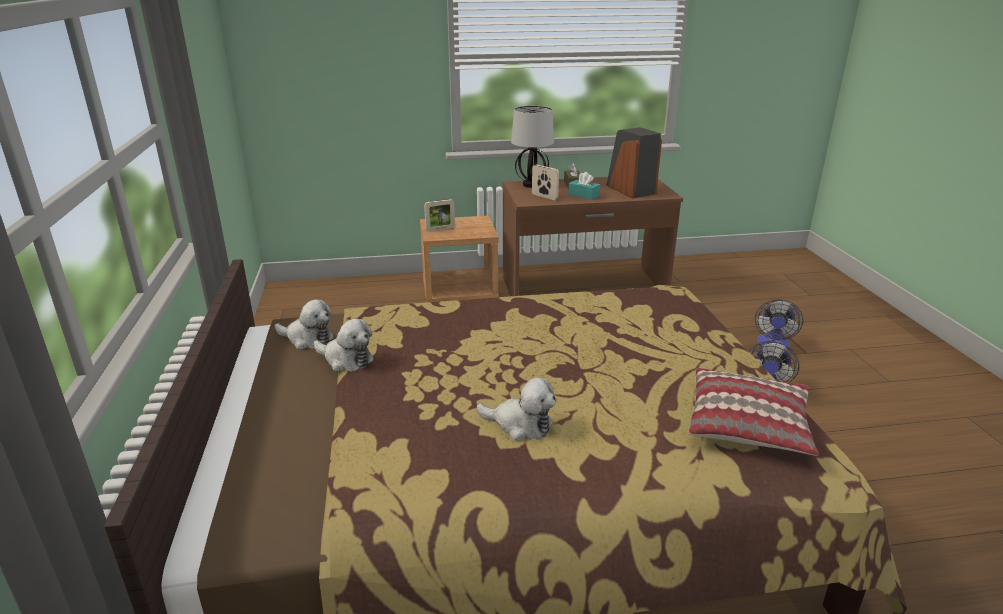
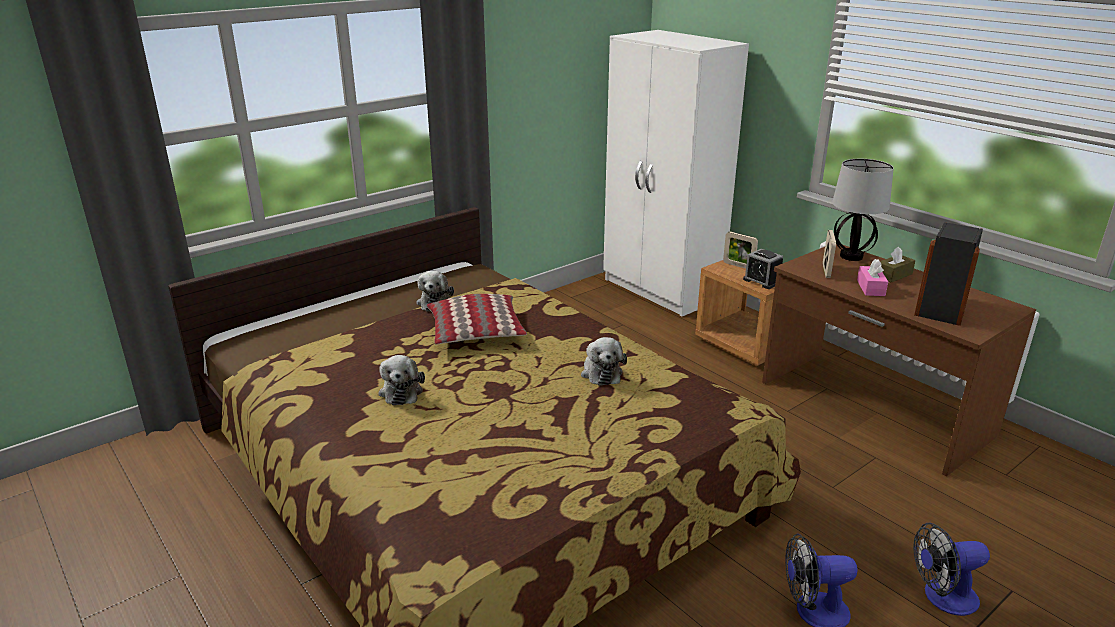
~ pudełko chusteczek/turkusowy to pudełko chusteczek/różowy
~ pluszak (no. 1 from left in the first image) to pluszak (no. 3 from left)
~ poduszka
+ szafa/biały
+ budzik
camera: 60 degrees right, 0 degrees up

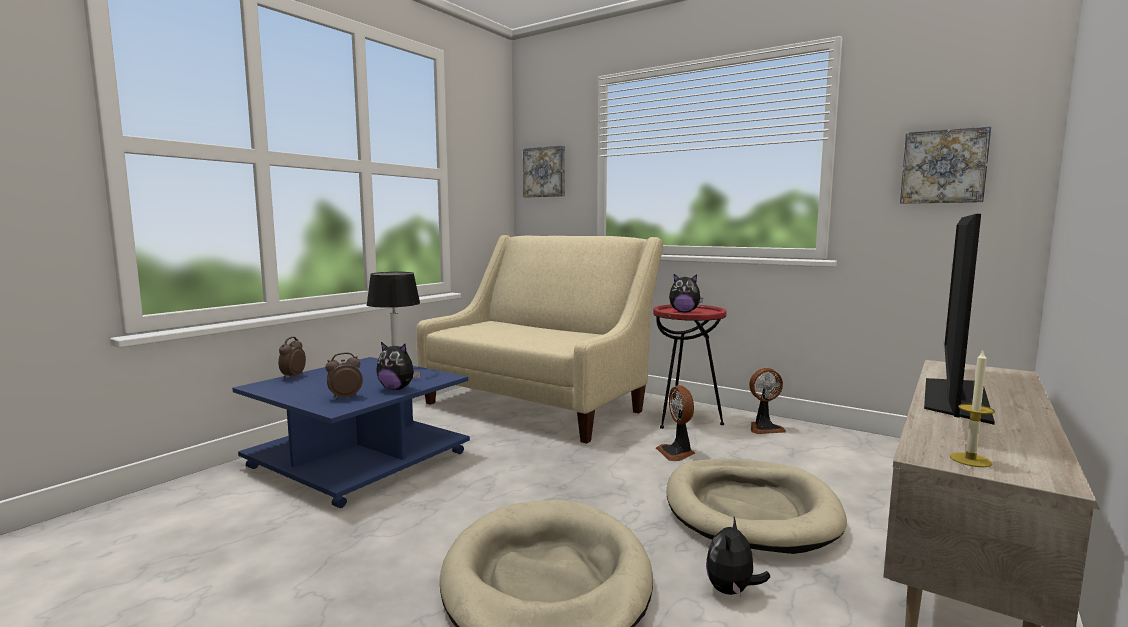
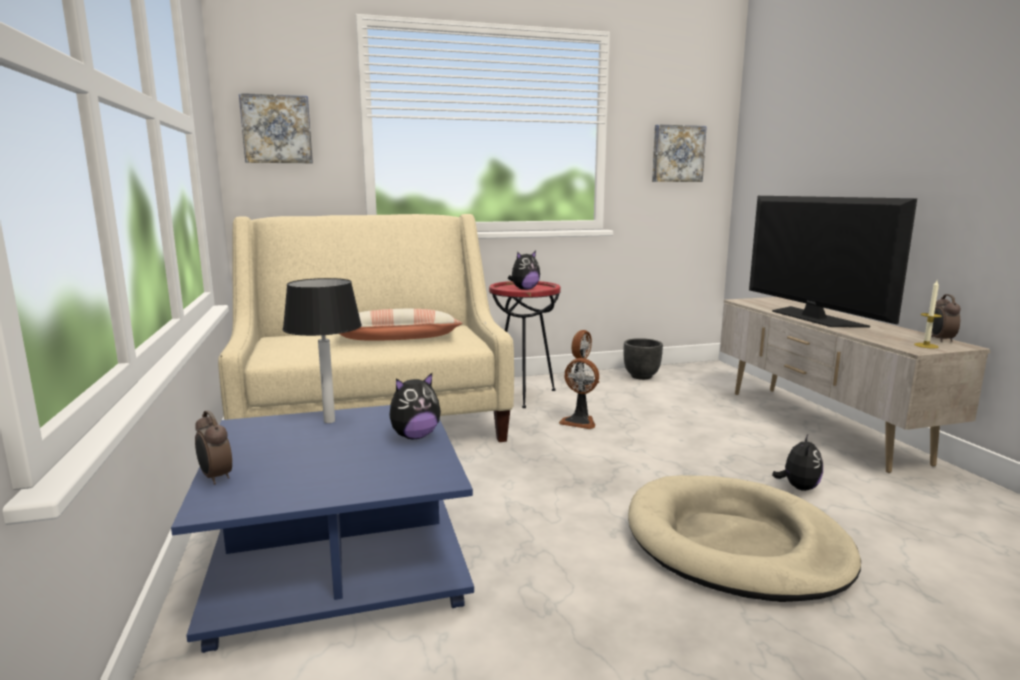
~ budzik (no. 2 from left)
- legowisko/beżowy (no. 2 from left)
~ pluszak (no. 3 from left) 135 degrees counterclockwise
+ poduszka
+ donica/czarny
camera: 50 degrees left, 5 degrees up

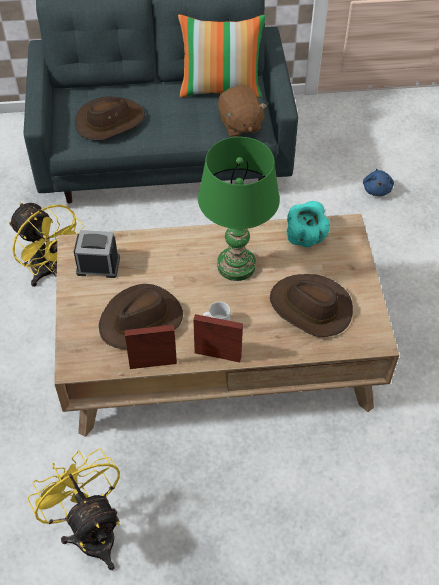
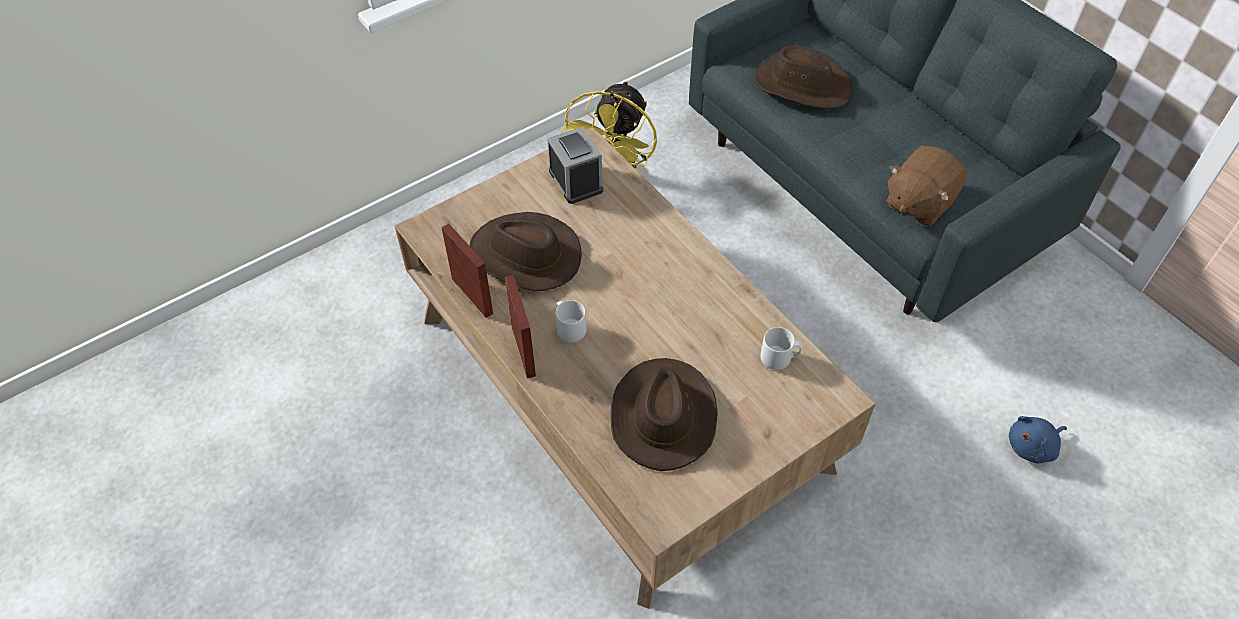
- poduszka
- lampa stołowa/zielony
~ miska/turkusowy to kubek/szary (no. 2 from left)
- wentylator/żółty (no. 2 from left)
camera: 60 degrees right, 0 degrees up

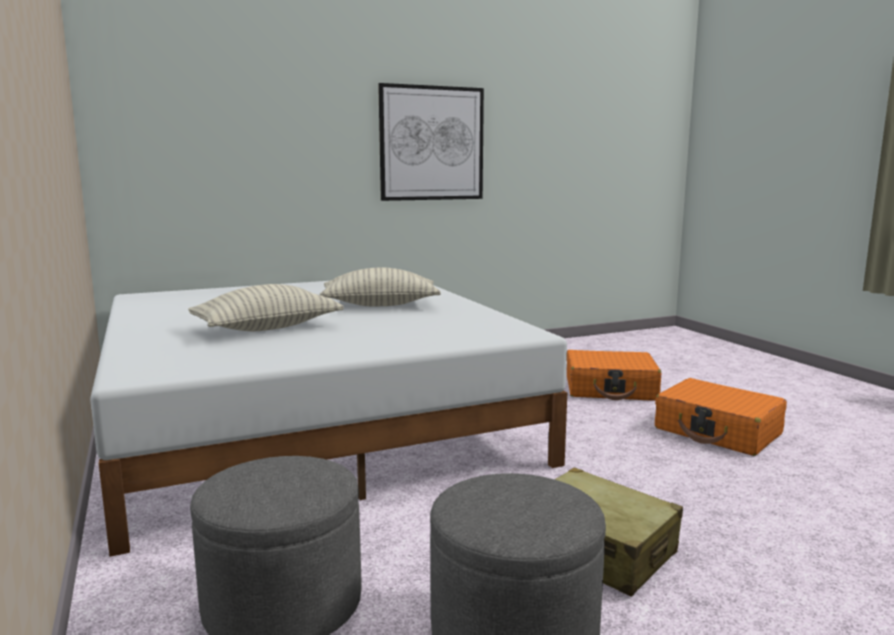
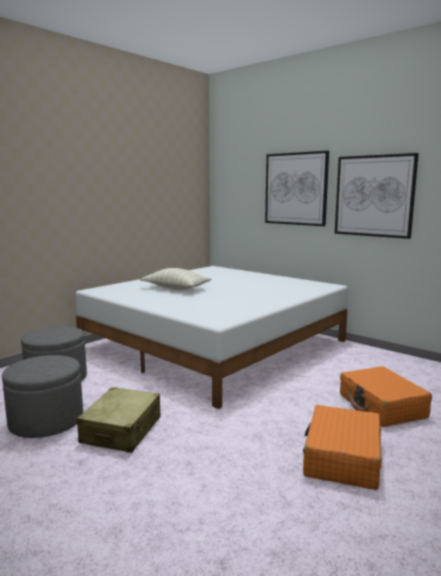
- poduszka (no. 2 from left)
+ obraz (no. 1 from left)
camera: 65 degrees right, 0 degrees up

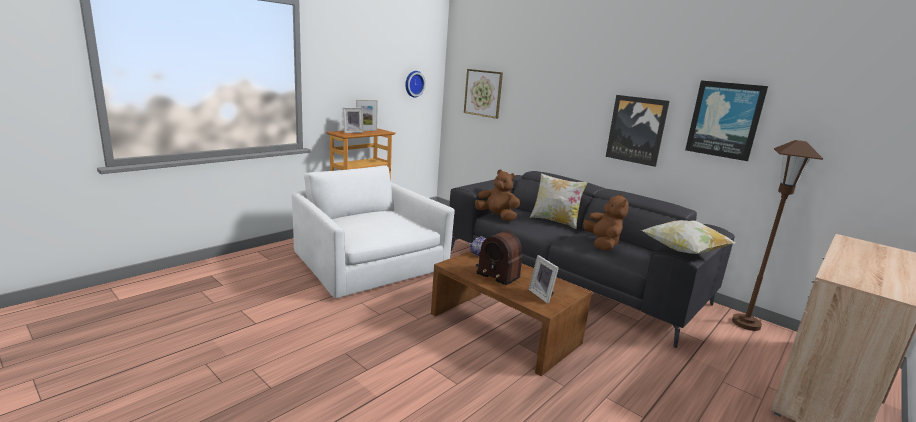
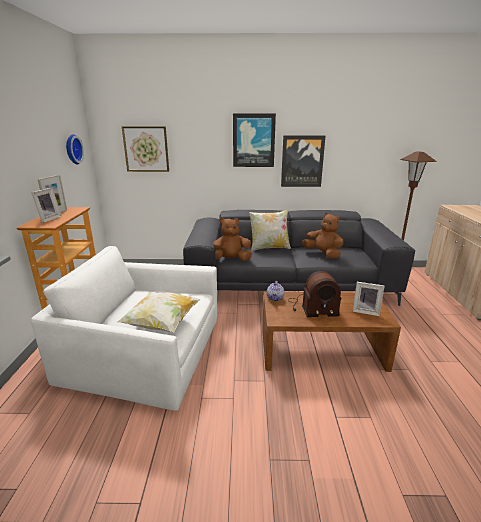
~ obraz (no. 3 from left in the first image) to obraz (no. 2 from left)
~ poduszka (no. 2 from left in the first image) to poduszka (no. 1 from left)
camera: 40 degrees left, 5 degrees up

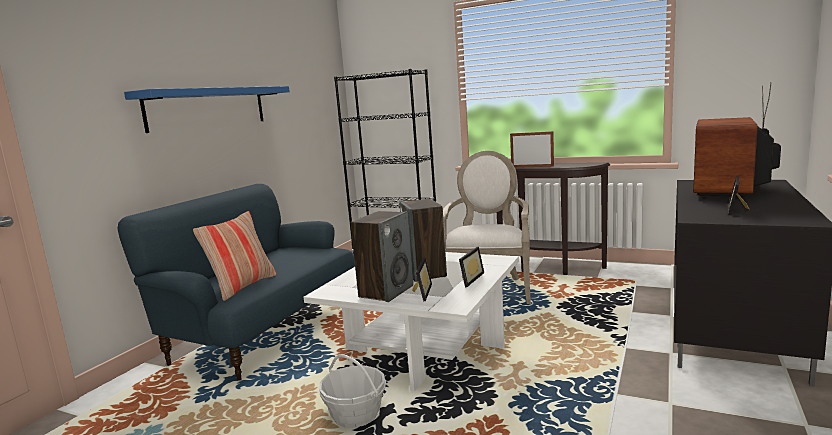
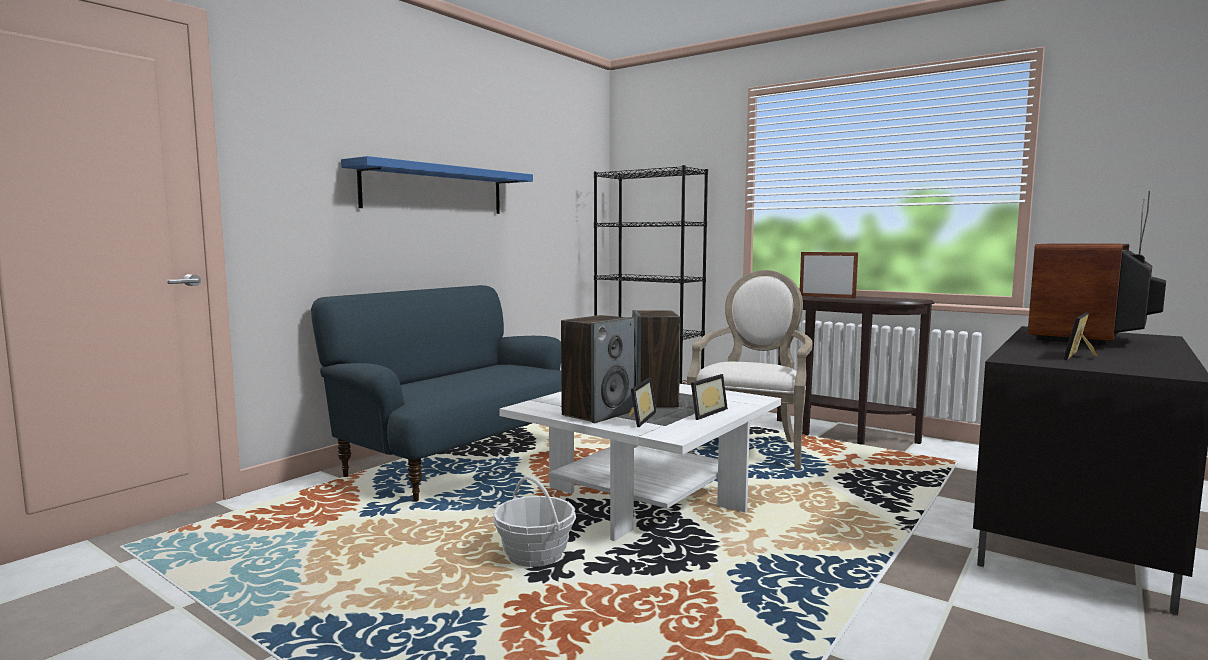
- poduszka
camera: 10 degrees right, 5 degrees down

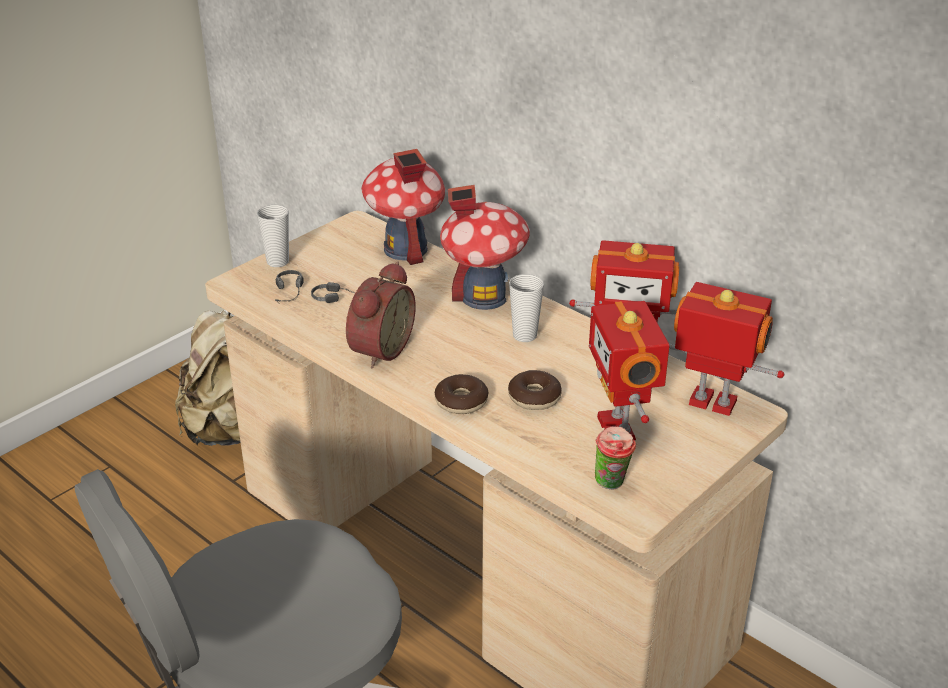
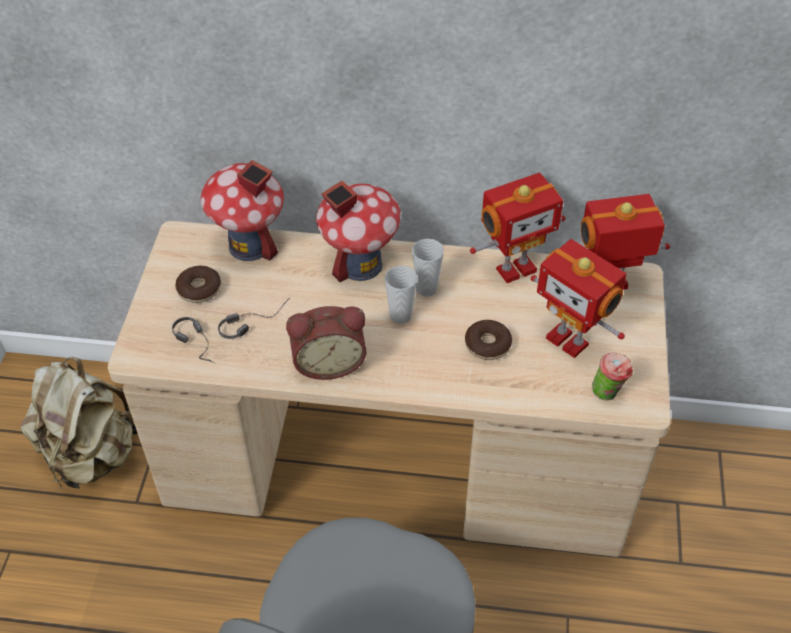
~ filiżanka (no. 1 from left)
~ budzik 90 degrees clockwise
~ donut (no. 1 from left)
camera: 35 degrees left, 15 degrees up

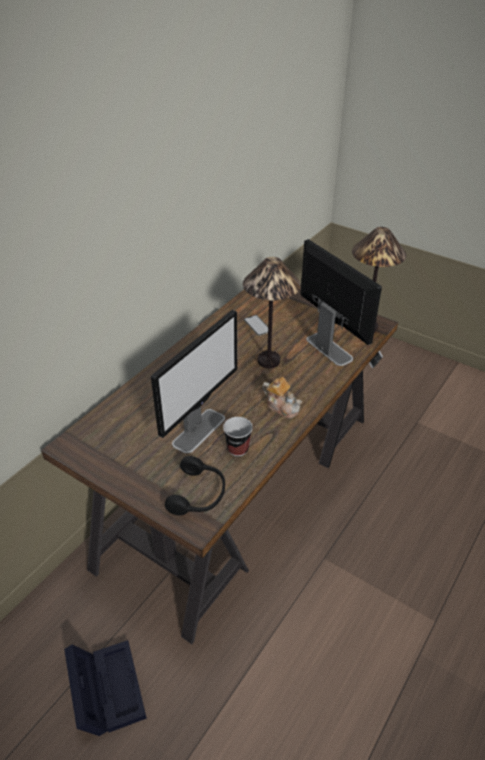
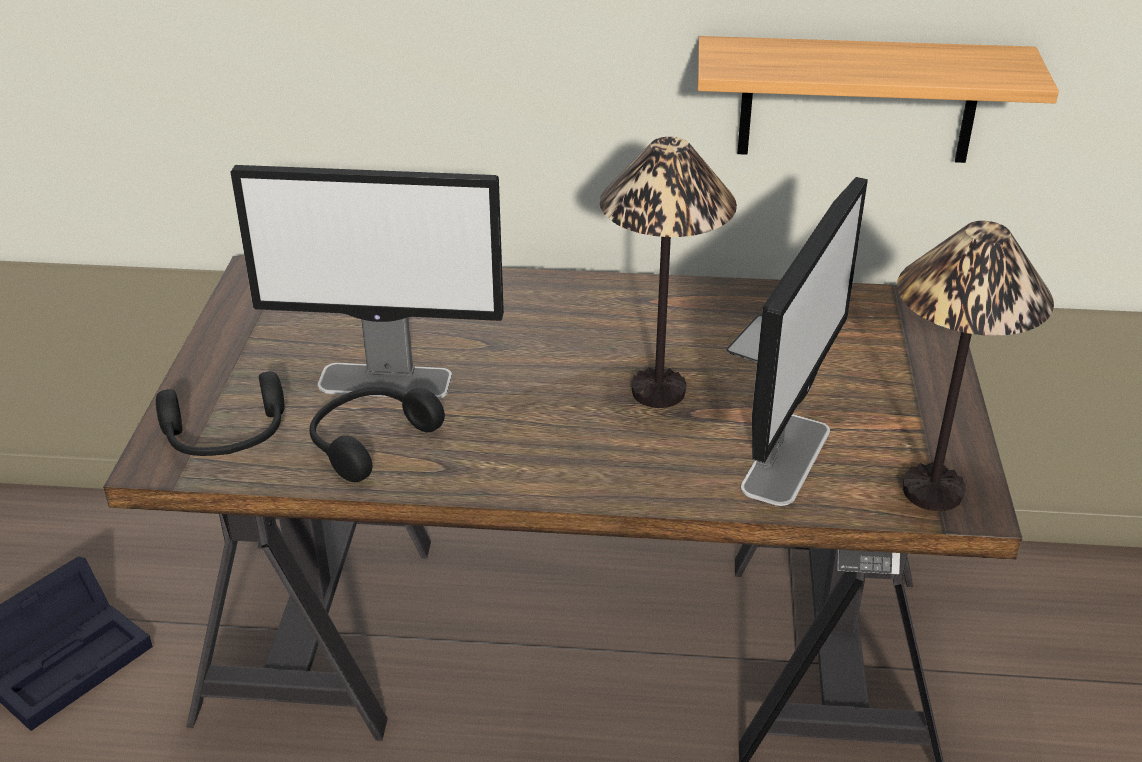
- imbryk
~ filiżanka to słuchawki/czarny (no. 2 from left)
+ półka
camera: 60 degrees right, 5 degrees down

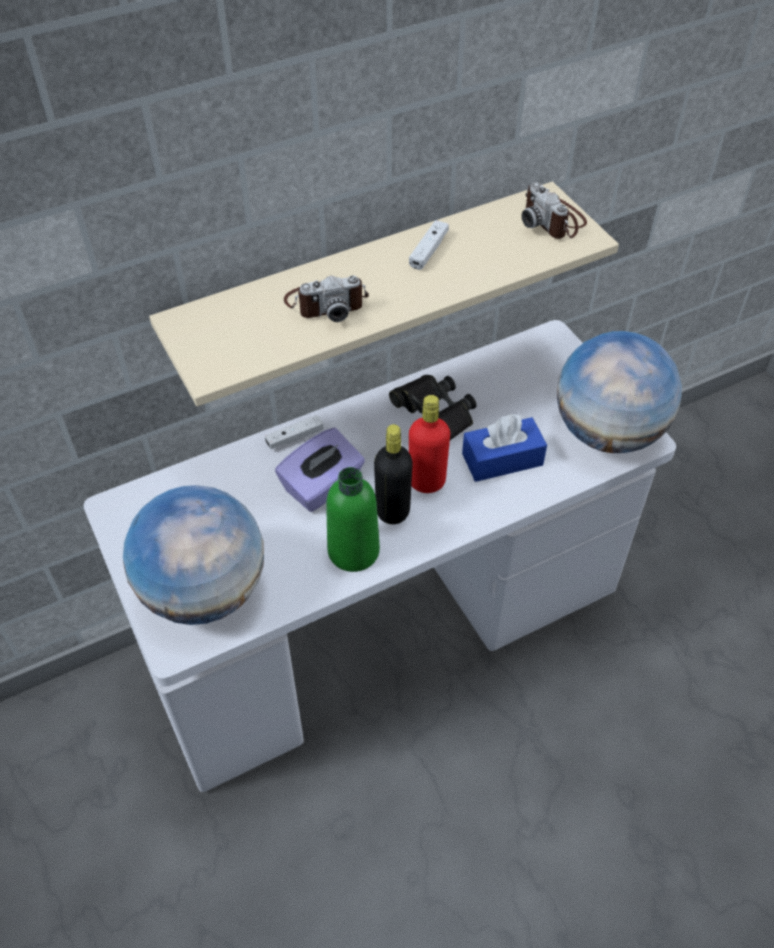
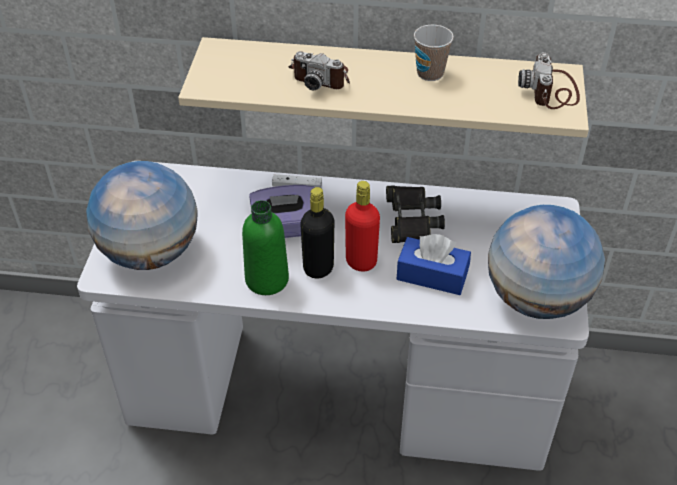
~ pad do gier/biały (no. 2 from left) to filiżanka
camera: 35 degrees right, 5 degrees down

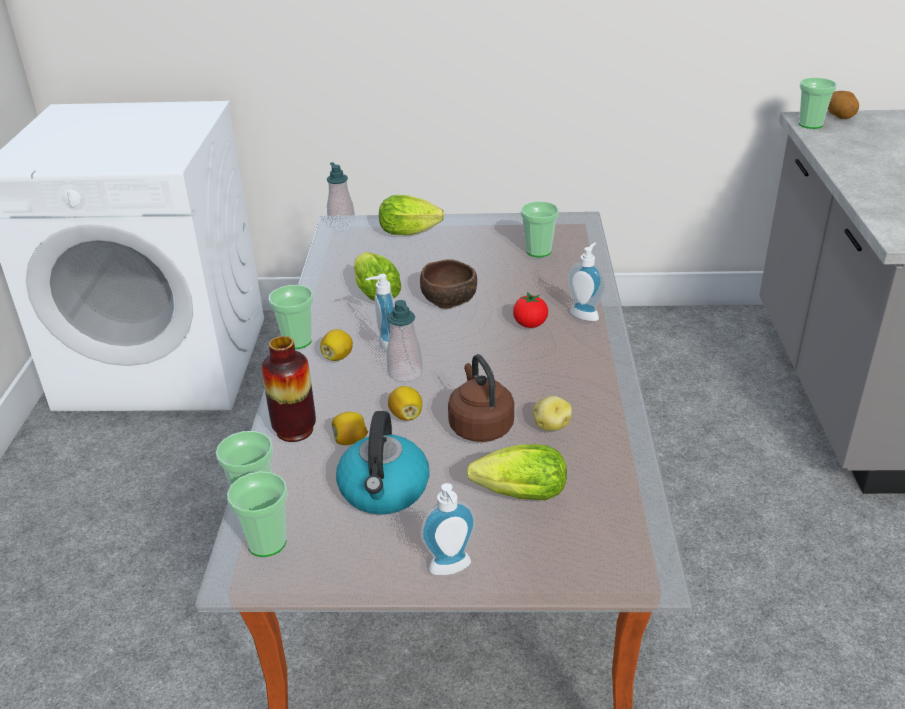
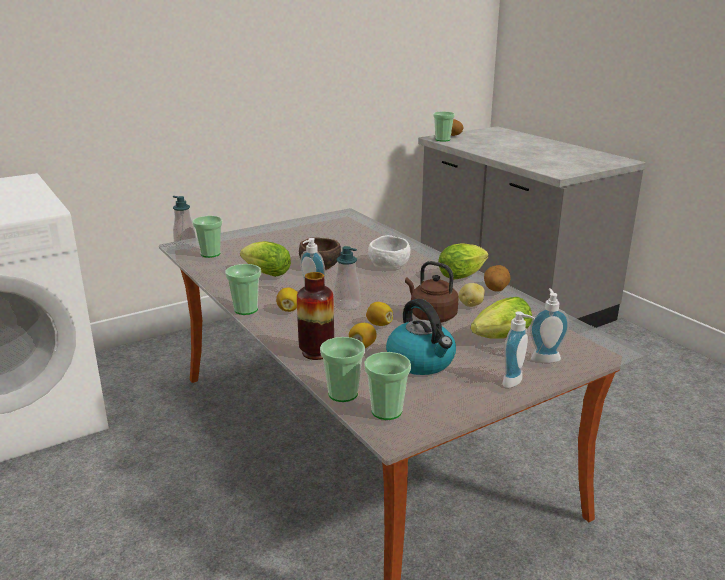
~ sałata (no. 2 from left)
~ filiżanka (no. 4 from left in the first image) to filiżanka (no. 1 from left)
~ dozownik mydła (no. 5 from left)
~ pomidor to miska/biały
+ ziemniak (no. 3 from left)
camera: 35 degrees left, 10 degrees down

